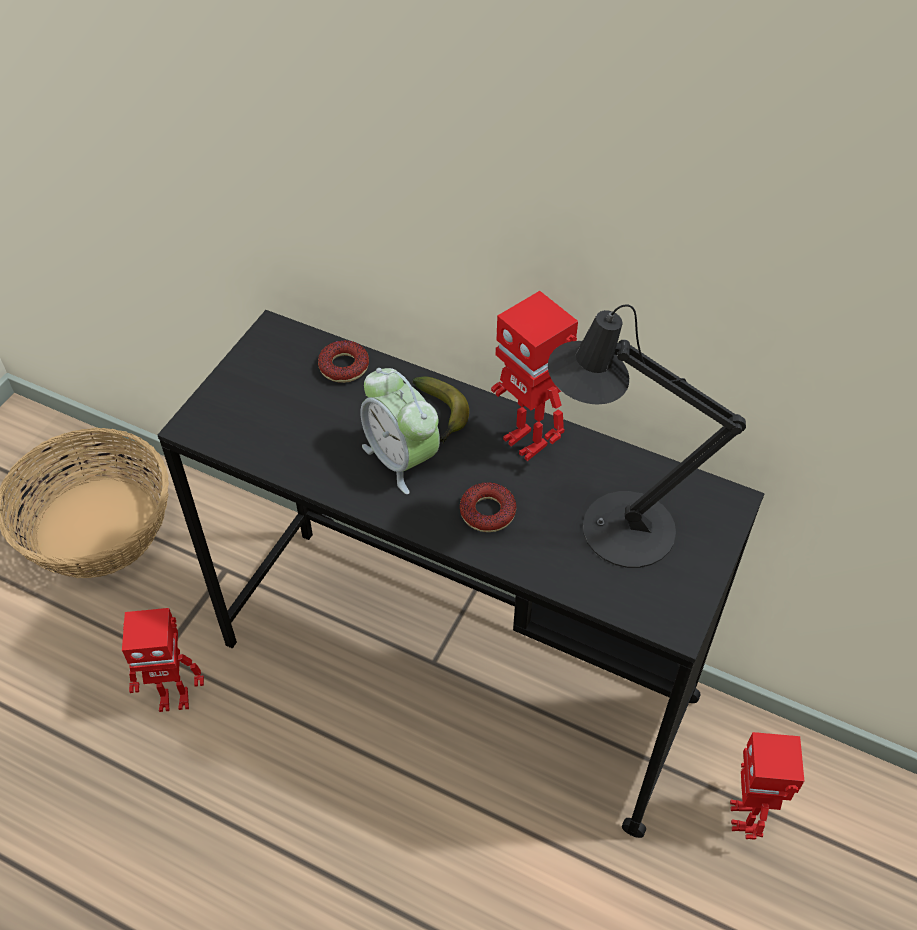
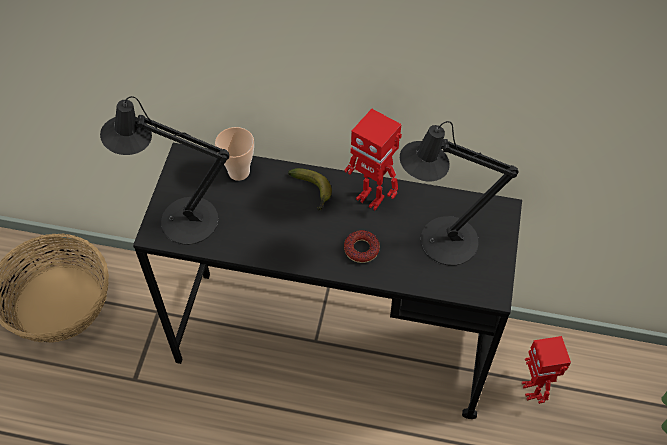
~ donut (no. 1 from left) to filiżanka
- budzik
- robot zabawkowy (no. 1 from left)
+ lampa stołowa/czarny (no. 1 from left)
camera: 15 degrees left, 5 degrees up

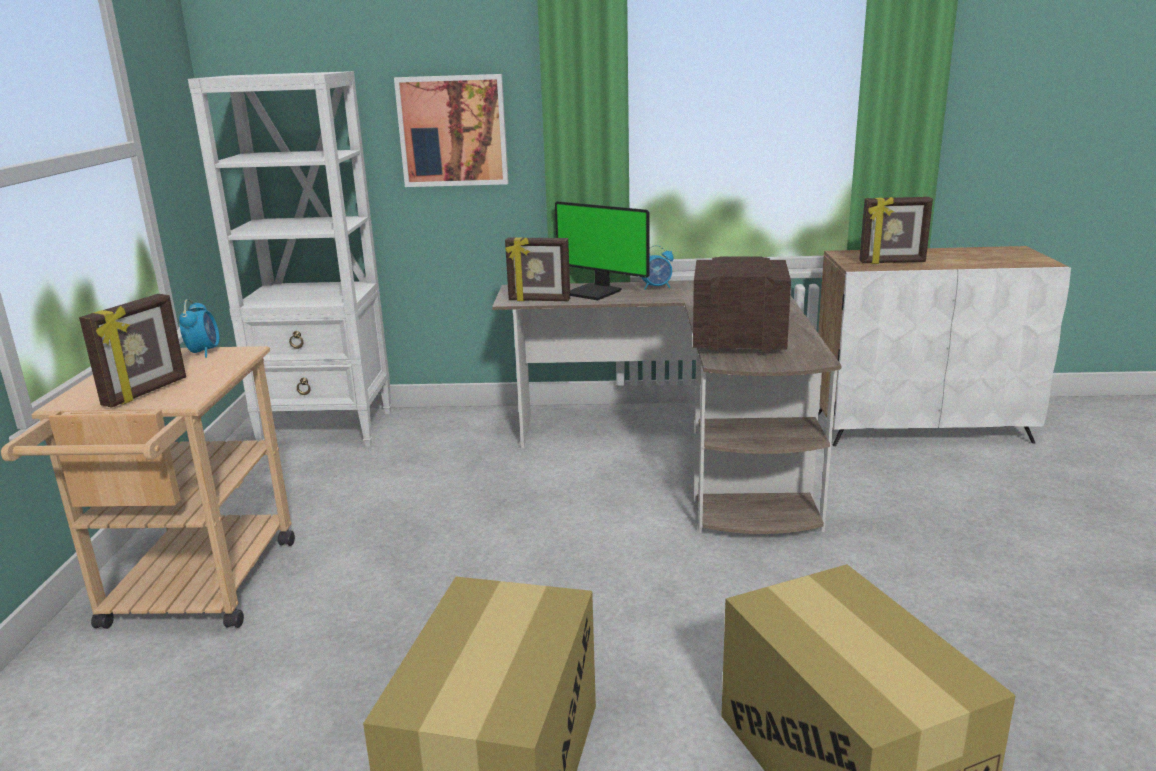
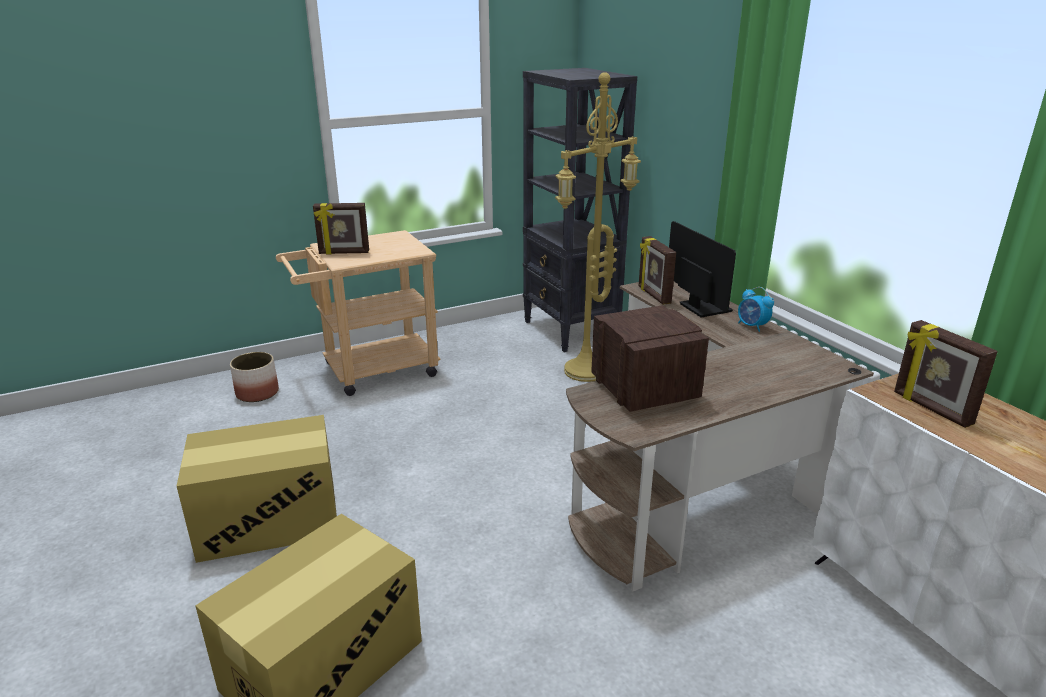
~ regał/biały to regał/czarny
- obraz
~ monitor 150 degrees clockwise
- budzik (no. 1 from left)
+ lampa stojąca/żółty
+ donica
camera: 60 degrees right, 5 degrees up

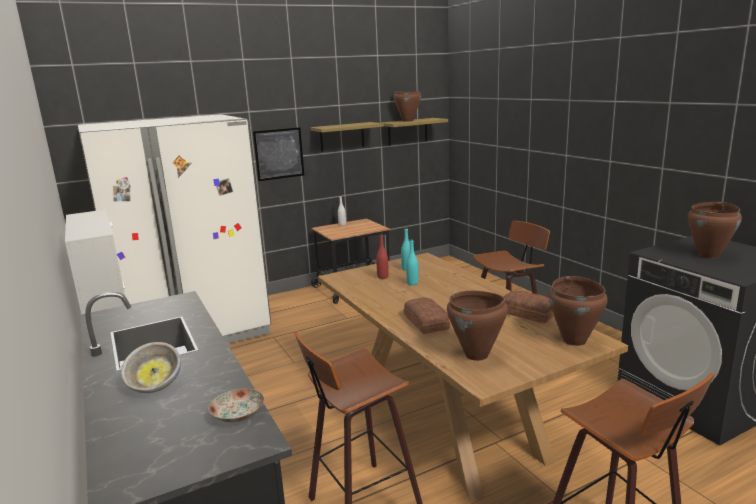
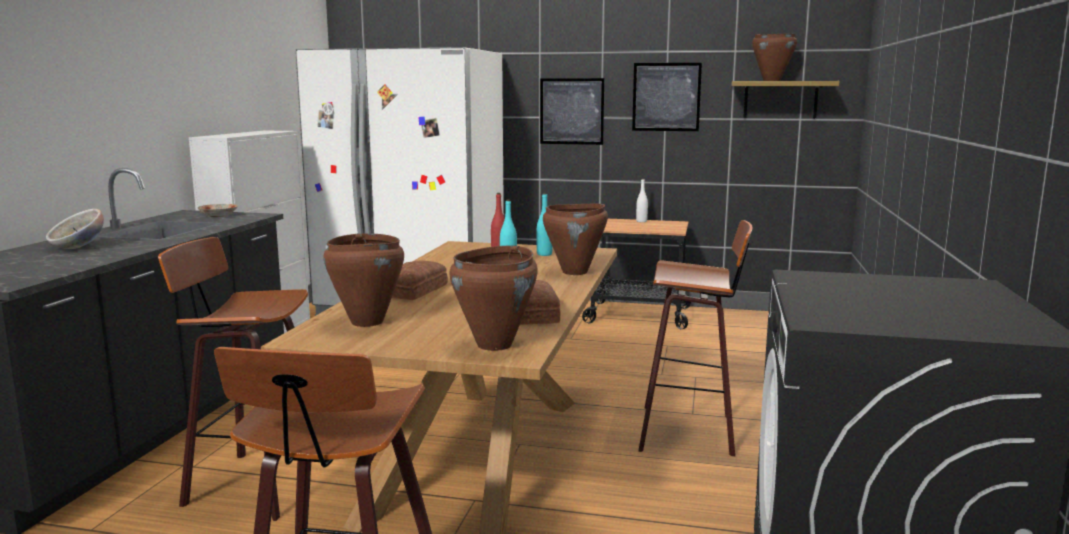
~ półka (no. 1 from left) to obraz (no. 2 from left)
~ garnek/brązowy (no. 4 from left in the first image) to garnek/brązowy (no. 3 from left)
~ talerz
camera: 40 degrees right, 5 degrees down

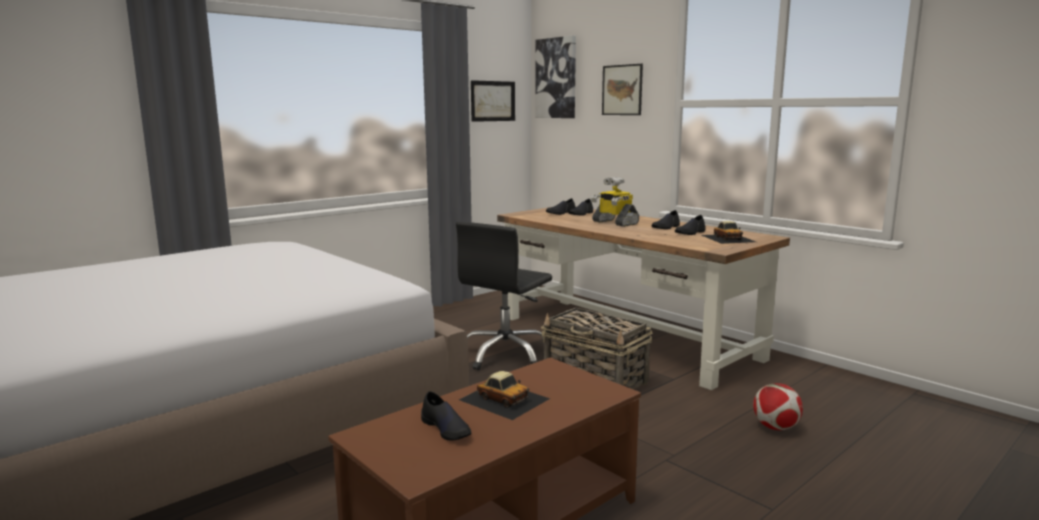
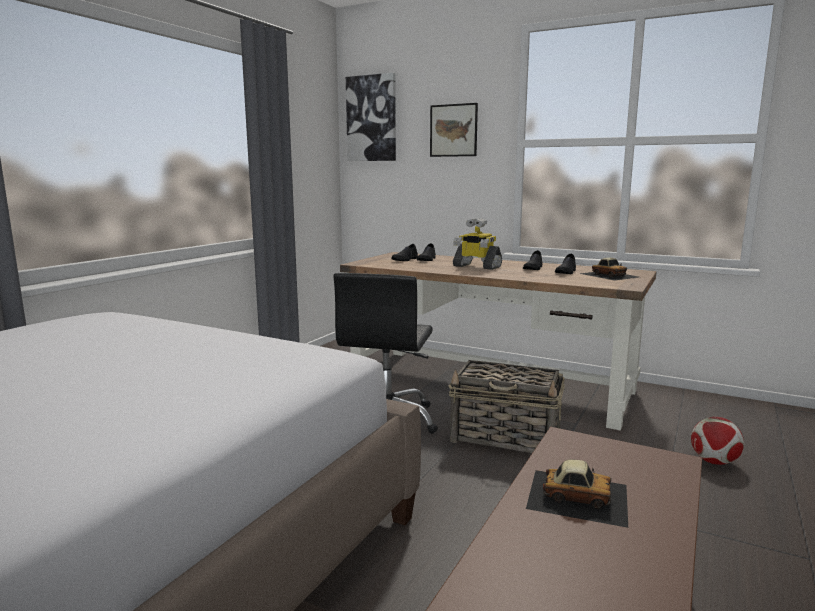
- obraz (no. 1 from left)
- but/czarny (no. 1 from left)
camera: 20 degrees left, 0 degrees up

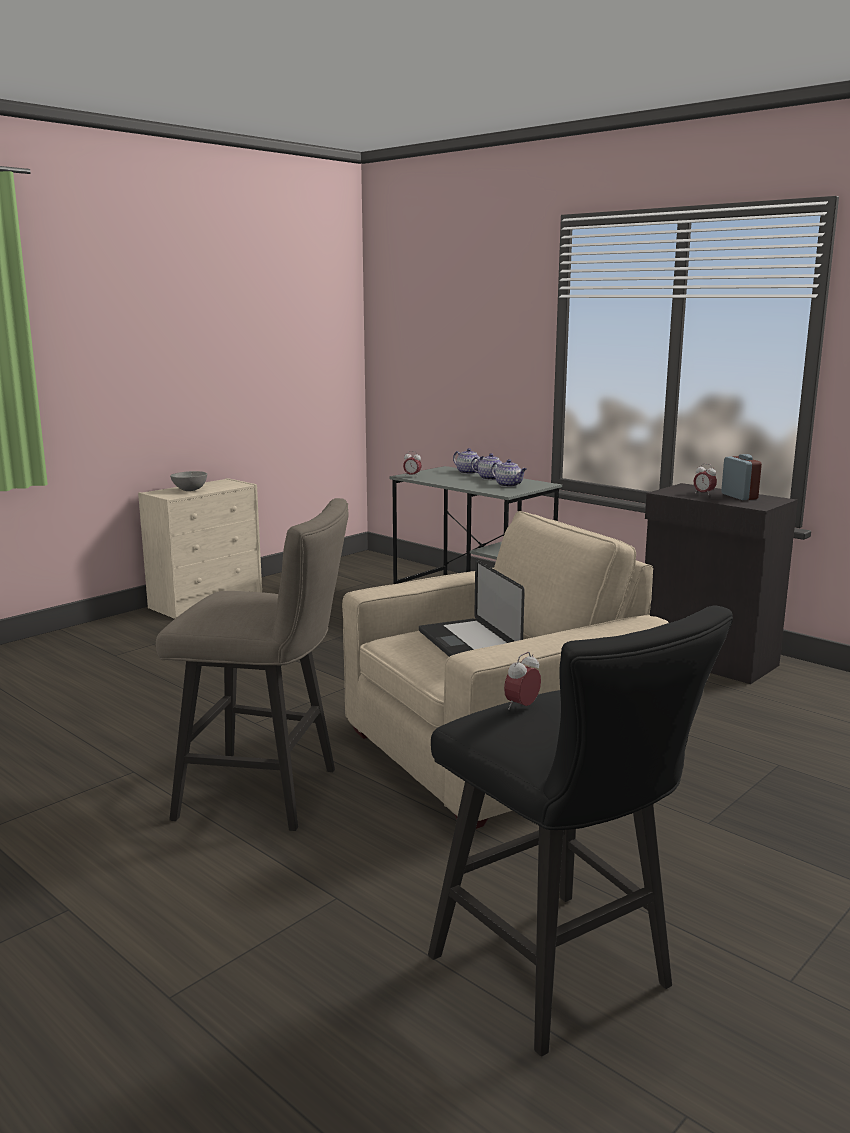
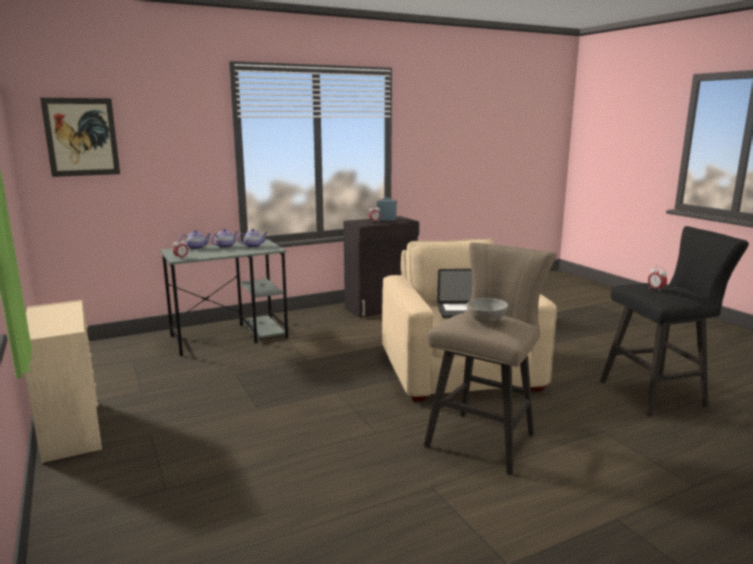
~ miska/szary
+ obraz
camera: 70 degrees left, 0 degrees up

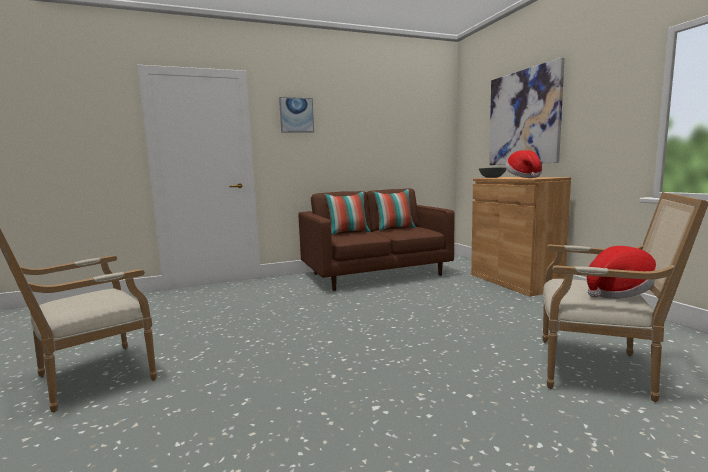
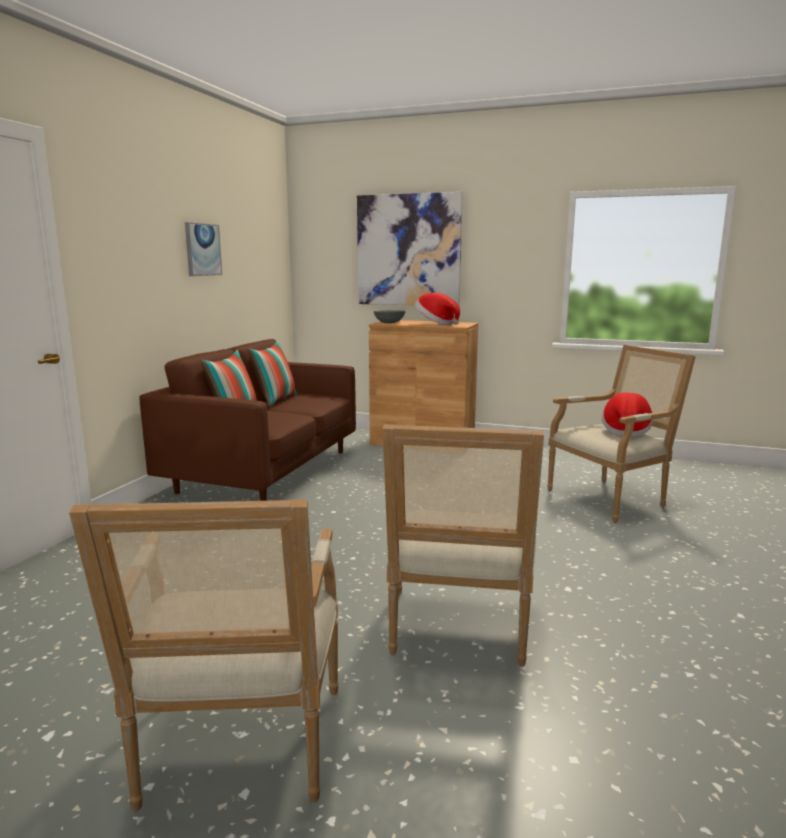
~ obraz (no. 1 from left)
+ fotel (no. 2 from left)
camera: 50 degrees left, 5 degrees up

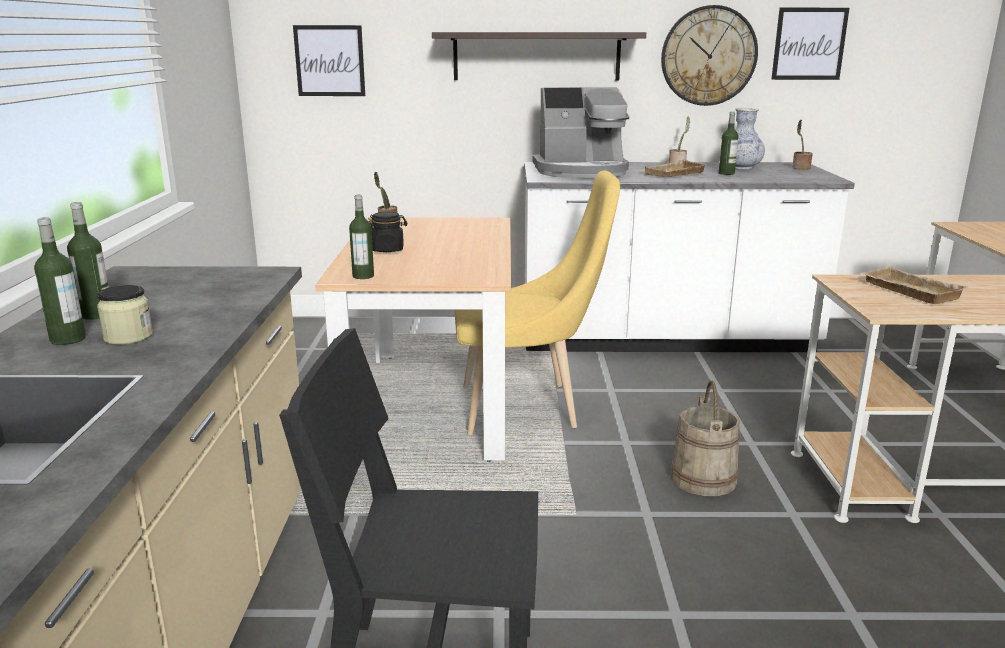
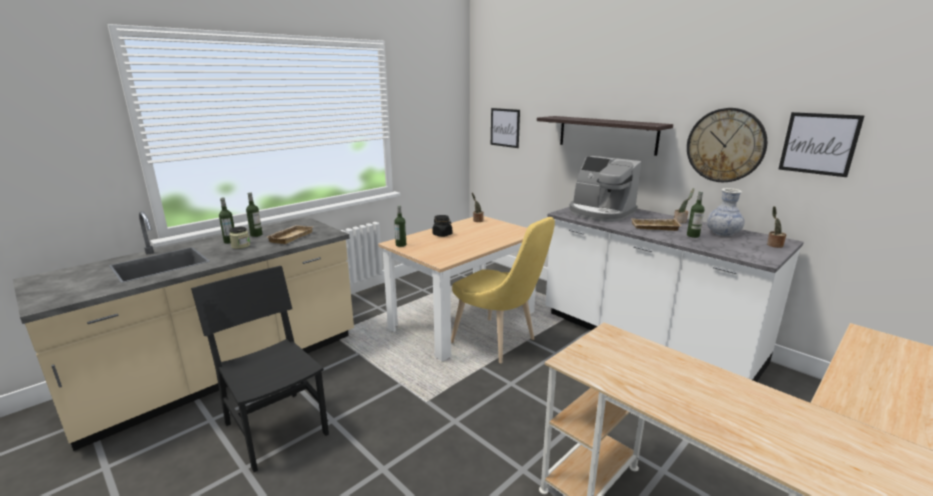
~ taca/beżowy (no. 2 from left in the first image) to taca/beżowy (no. 1 from left)
- wiadro/beżowy
camera: 45 degrees right, 0 degrees up

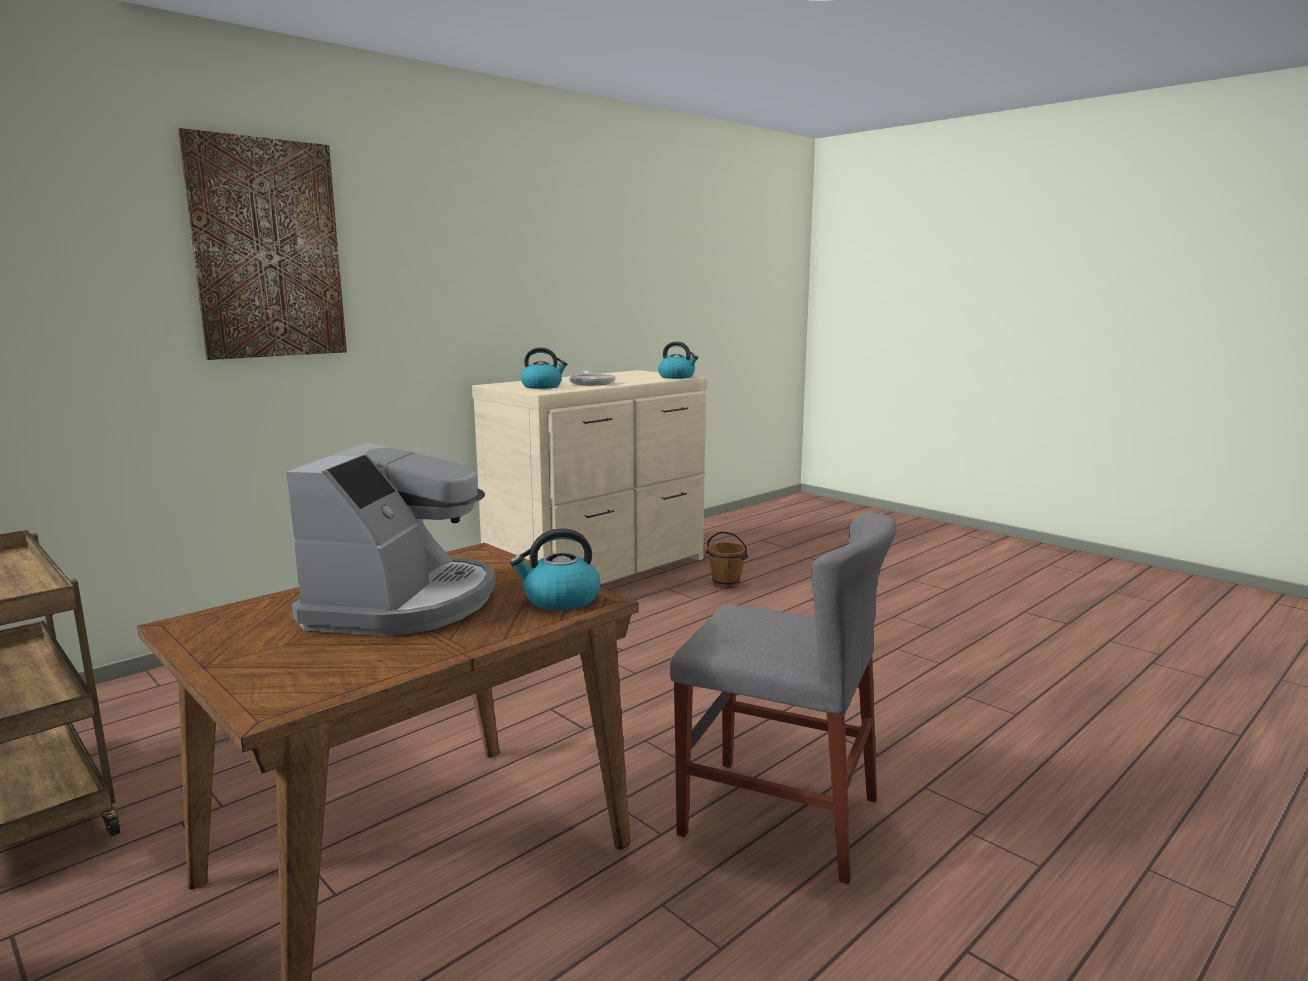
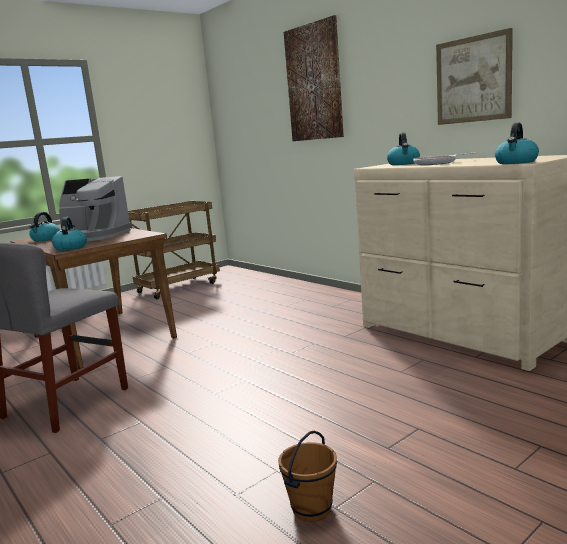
~ wiadro/brązowy
+ obraz (no. 2 from left)
+ czajnik (no. 1 from left)
camera: 95 degrees right, 0 degrees up

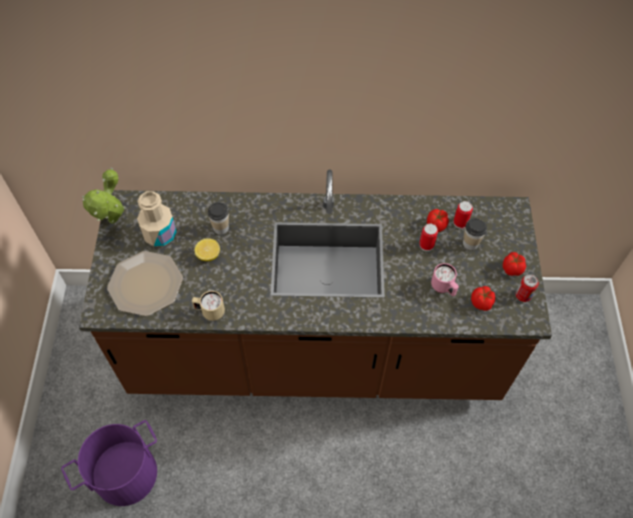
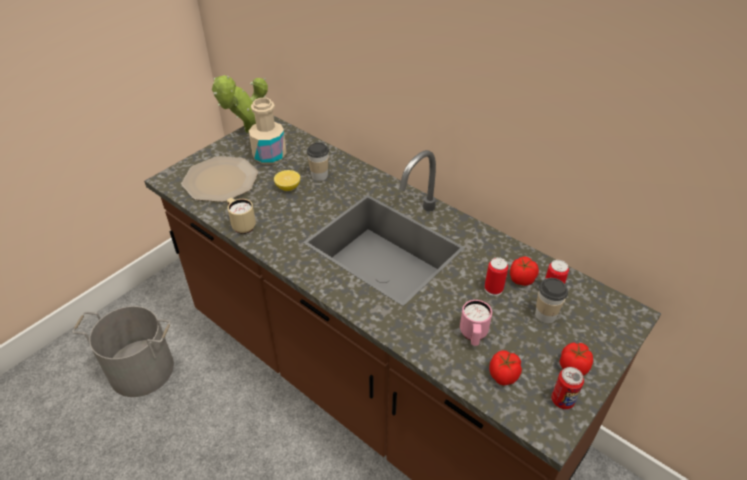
~ wiadro/fioletowy to wiadro/szary
camera: 40 degrees right, 15 degrees down

